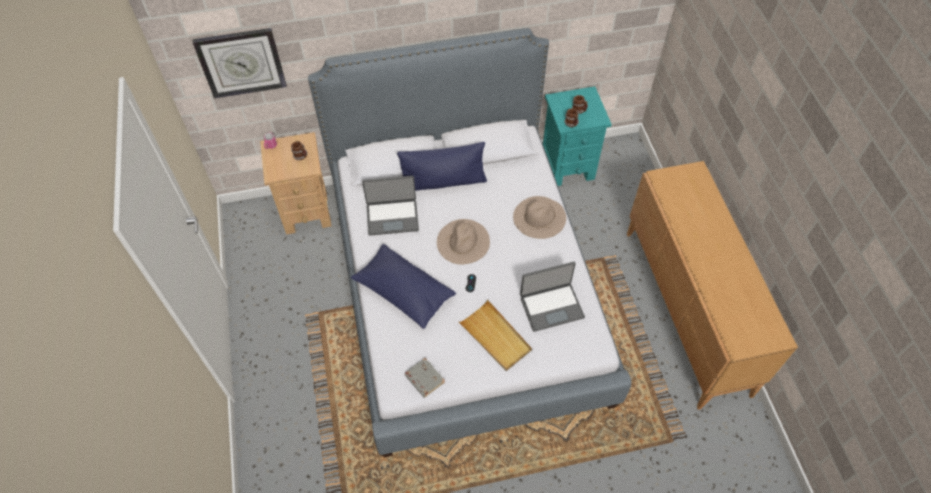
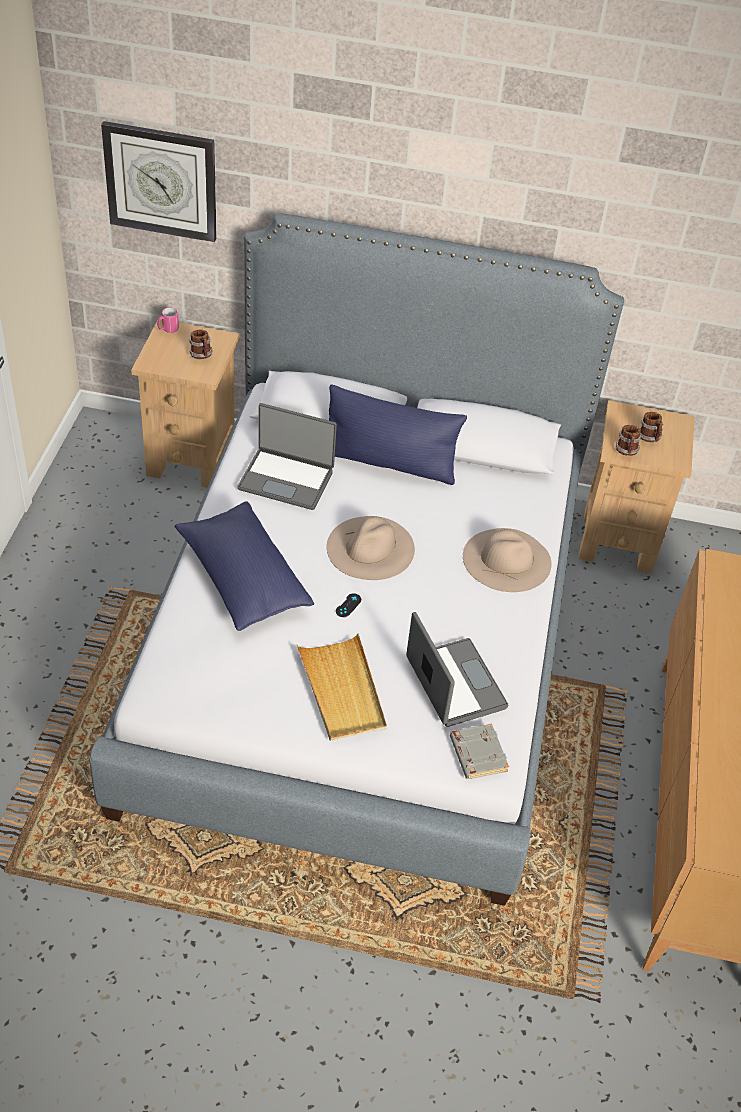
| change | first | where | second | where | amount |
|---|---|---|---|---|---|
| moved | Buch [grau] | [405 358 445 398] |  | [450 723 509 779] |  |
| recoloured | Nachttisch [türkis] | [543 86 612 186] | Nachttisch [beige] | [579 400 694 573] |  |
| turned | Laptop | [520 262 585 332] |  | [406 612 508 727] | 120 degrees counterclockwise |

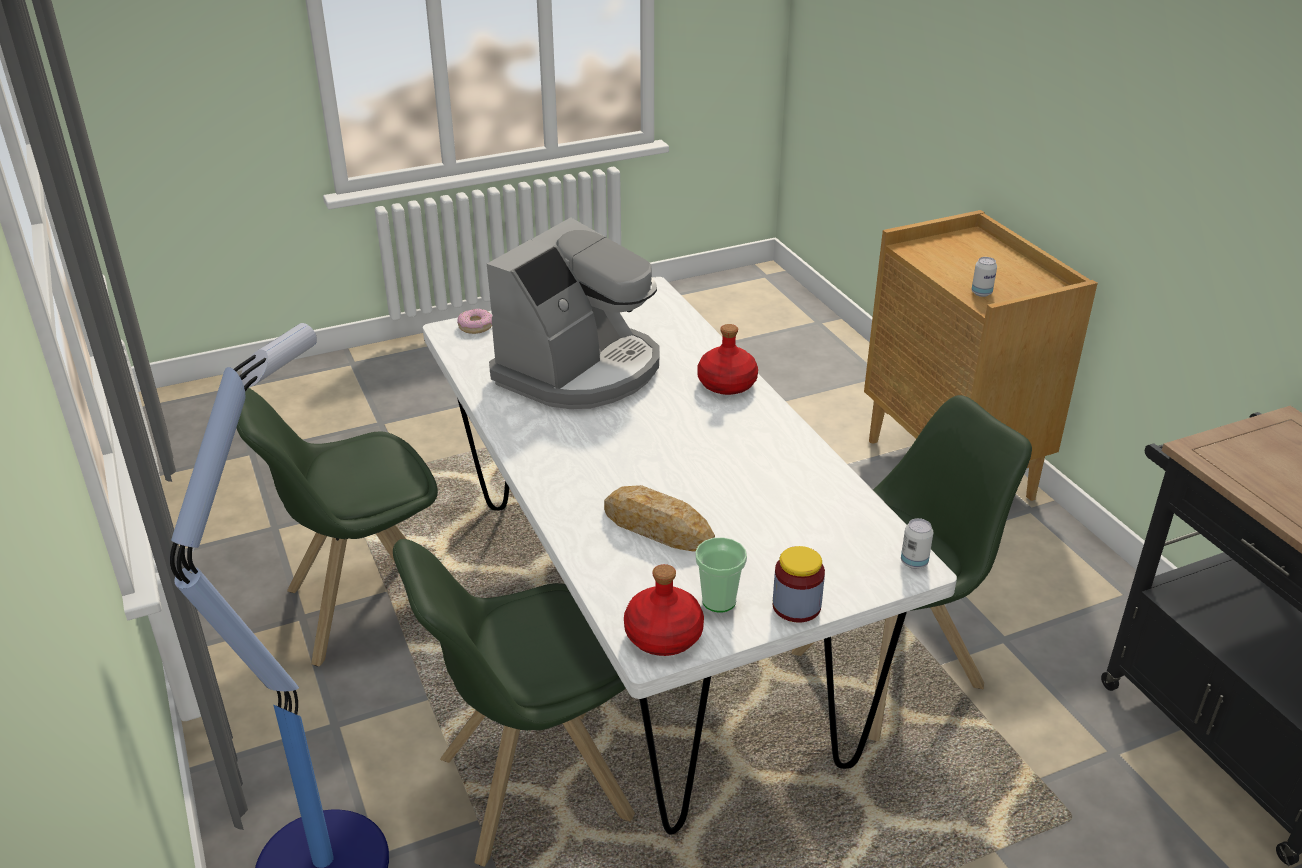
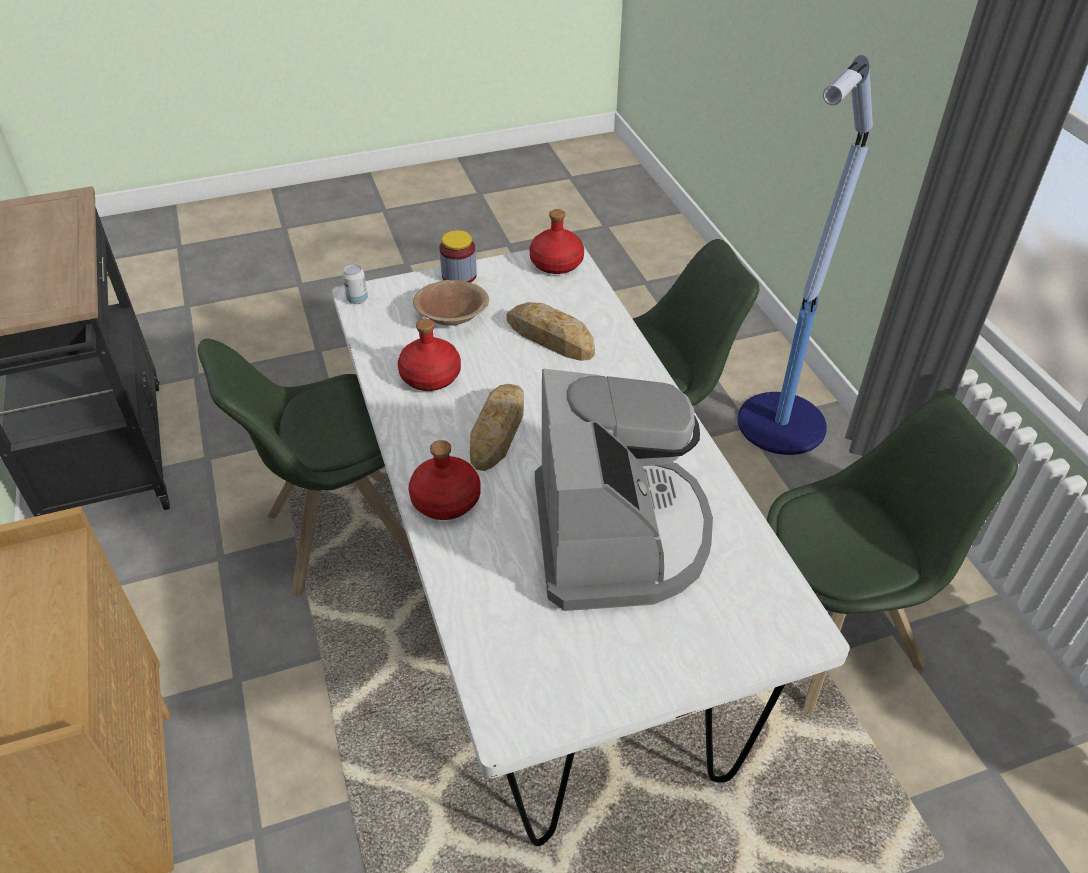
| change | first | where | second | where | amount |
|---|---|---|---|---|---|
| removed | Donut | [457 309 492 334] |  |  |  |
| removed | Tasse | [695 537 747 612] |  |  |  |
| removed | Dose | [971 257 997 297] |  |  |  |
| added |  |  | Flasche [rot] | [398 319 461 391] |  |
| added |  |  | Schüssel [braun] | [413 280 489 326] |  |
| added |  |  | Brot | [470 384 524 471] |  |
| turned | Kaffeemaschine | [487 217 660 409] |  | [535 369 713 611] | 135 degrees clockwise |

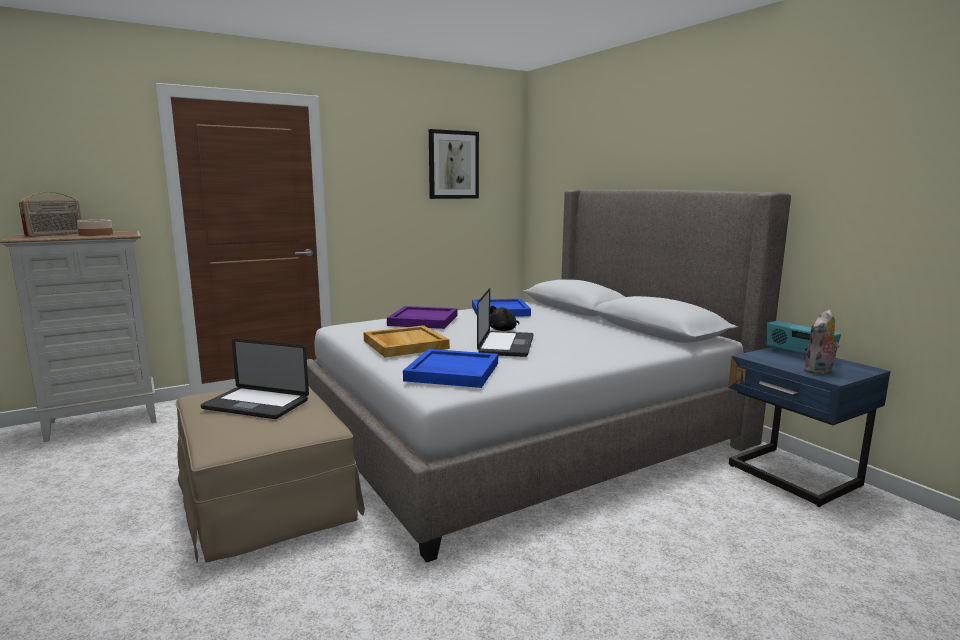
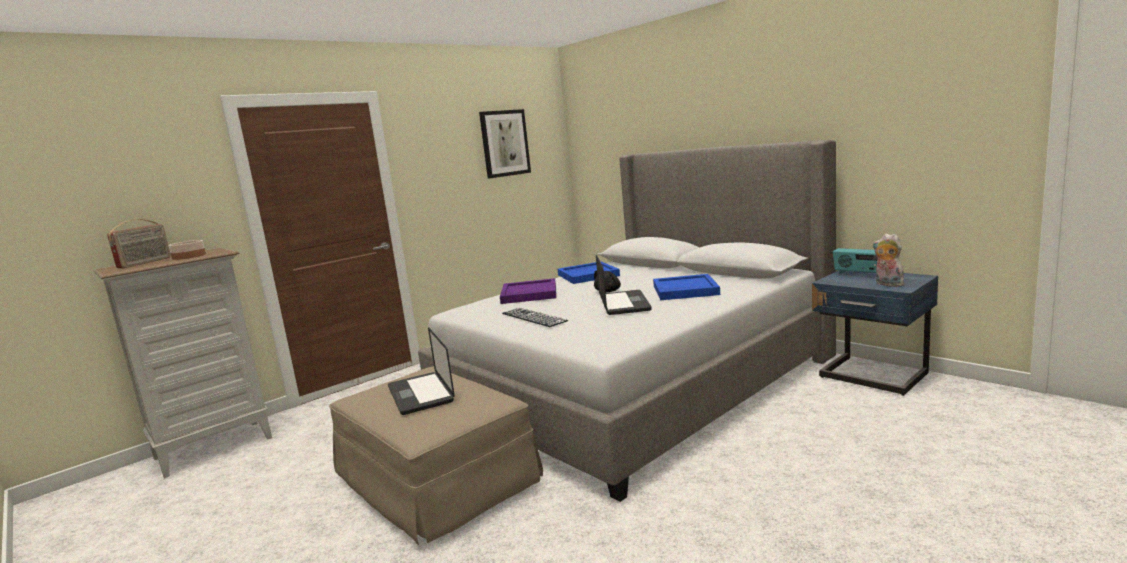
| change | first | where | second | where | amount |
|---|---|---|---|---|---|
| moved | Tablett [blau] | [403 349 498 388] |  | [653 274 720 300] |  |
| replaced | Tablett [beige] | [363 325 450 357] | Tastatur | [502 308 568 327] |  |
| turned | Laptop | [201 339 309 419] |  | [388 327 455 415] | 60 degrees clockwise |
| turned | Plüschtier | [803 310 839 374] |  | [873 234 904 287] | 105 degrees clockwise |

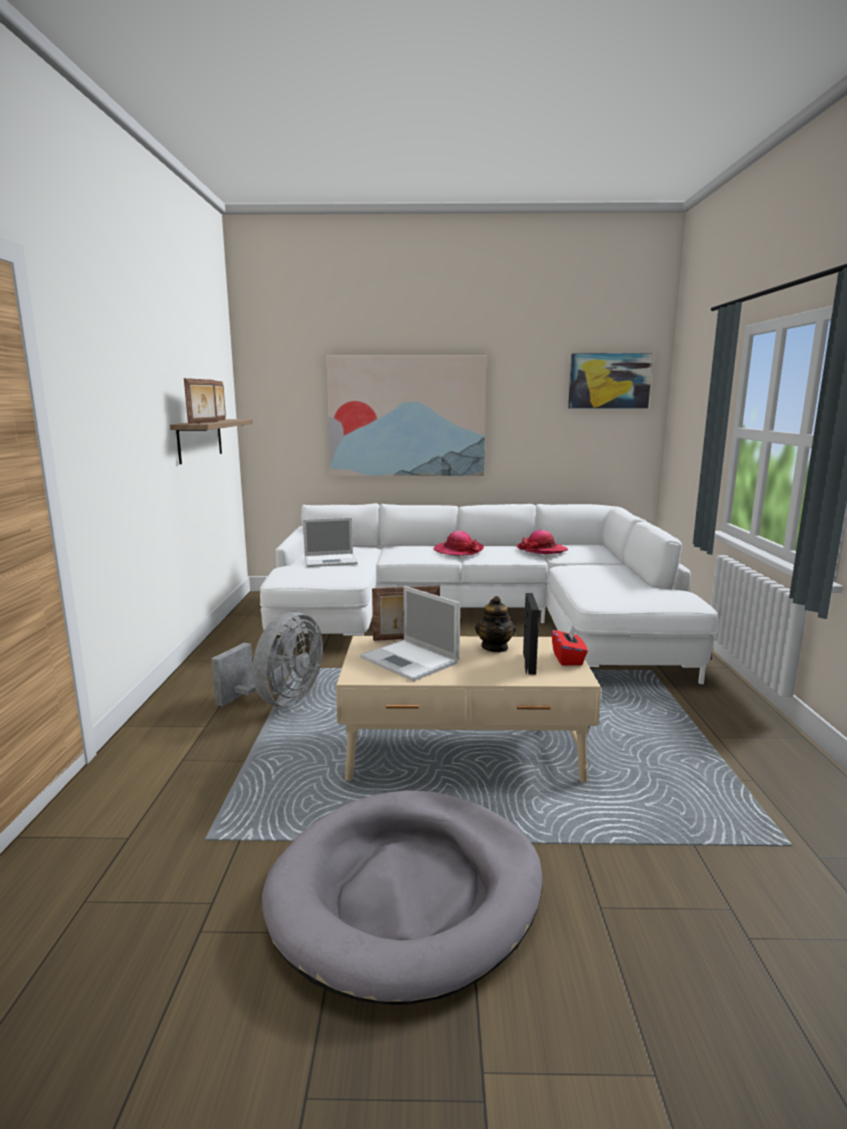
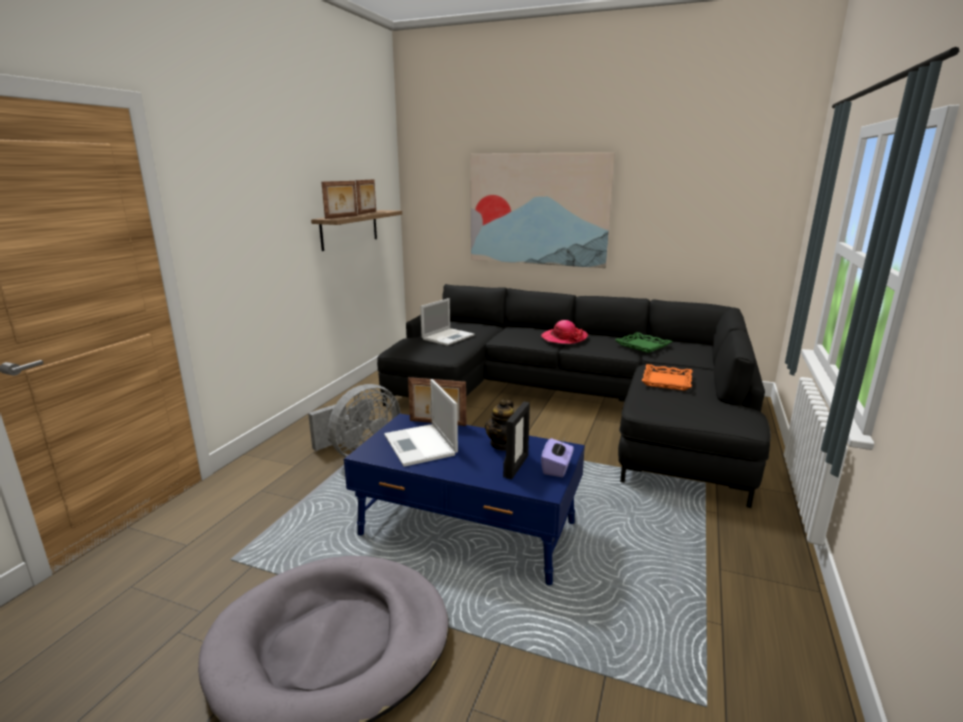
| change | first | where | second | where | amount |
|---|---|---|---|---|---|
| removed | Bild | [568 353 653 409] |  |  |  |
| added |  |  | Tablett [orange] | [642 364 692 391] |  |
| replaced | Hut | [516 530 568 554] | Tablett [grün] | [615 332 673 353] |  |
| recoloured | Sofa [weiß] | [260 503 718 684] | Sofa [schwarz] | [377 284 771 508] |  |
| recoloured | Couchtisch [beige] | [336 636 601 783] | Couchtisch [blau] | [344 414 585 585] |  |
| recoloured | Taschentuchbox [rot] | [552 626 588 665] | Taschentuchbox [lila] | [541 438 574 477] |  |
| turned | Laptop | [303 517 358 567] |  | [420 298 475 346] | 60 degrees counterclockwise |

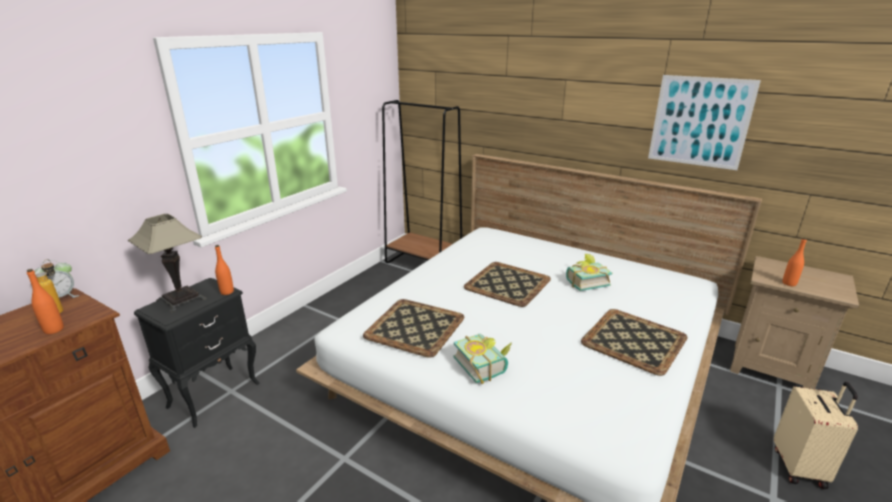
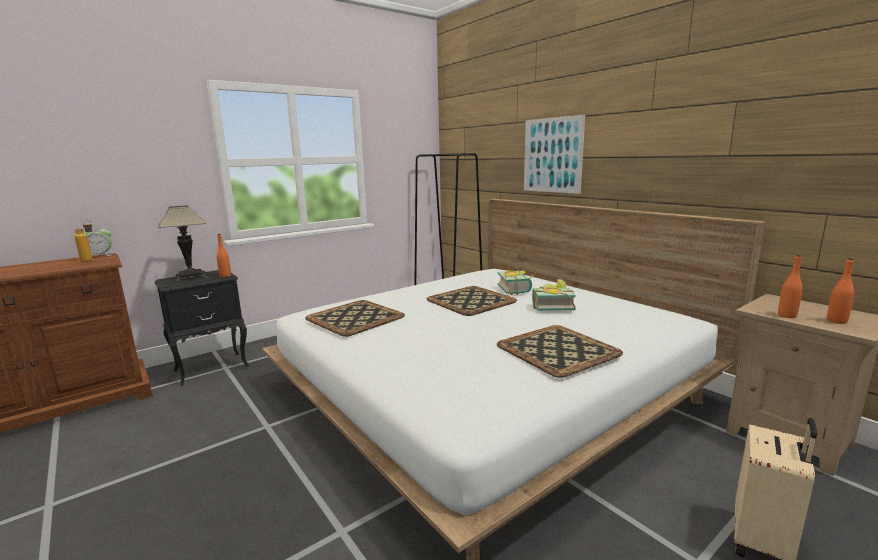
| change | first | where | second | where | amount |
|---|---|---|---|---|---|
| moved | Flasche [orange] | [27 269 64 334] |  | [827 258 855 324] |  |
| moved | Buch | [454 334 513 384] |  | [498 270 539 295] |  |
| moved | Bild | [648 75 761 170] |  | [524 115 585 194] |  |

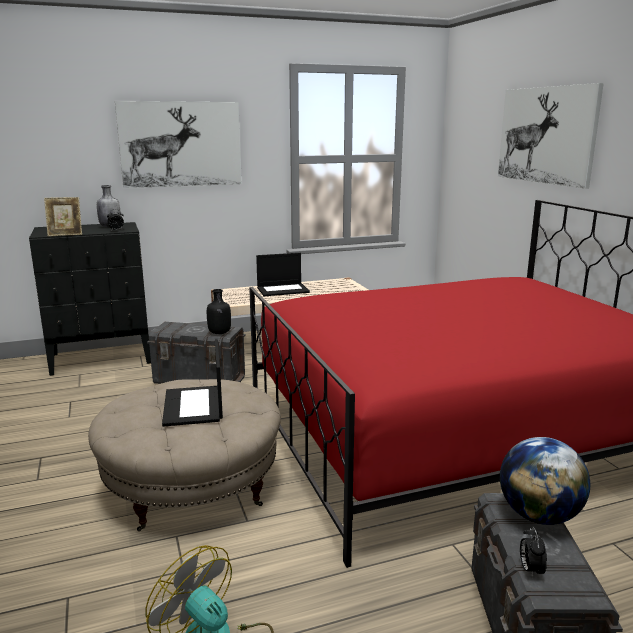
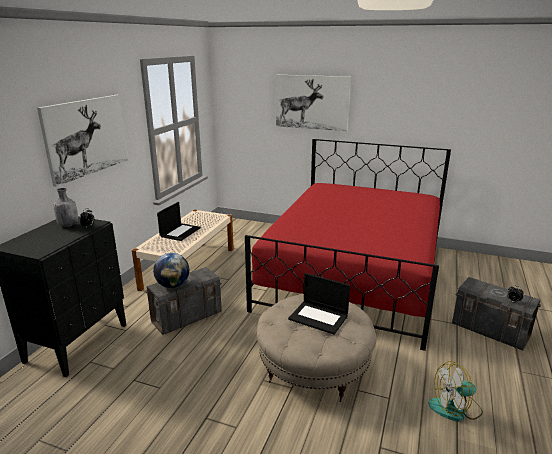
| change | first | where | second | where | amount |
|---|---|---|---|---|---|
| removed | Bilderrahmen | [44 197 82 236] |  |  |  |
| removed | Flasche [schwarz] | [207 289 231 334] |  |  |  |
| moved | Globus | [500 437 590 525] |  | [153 253 189 288] |  |

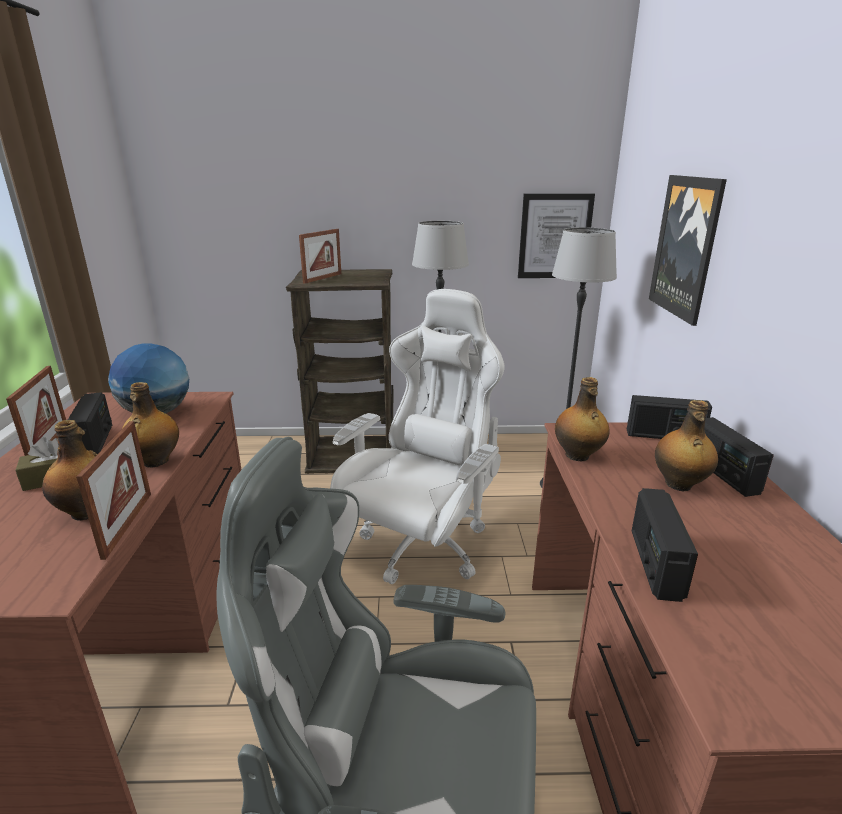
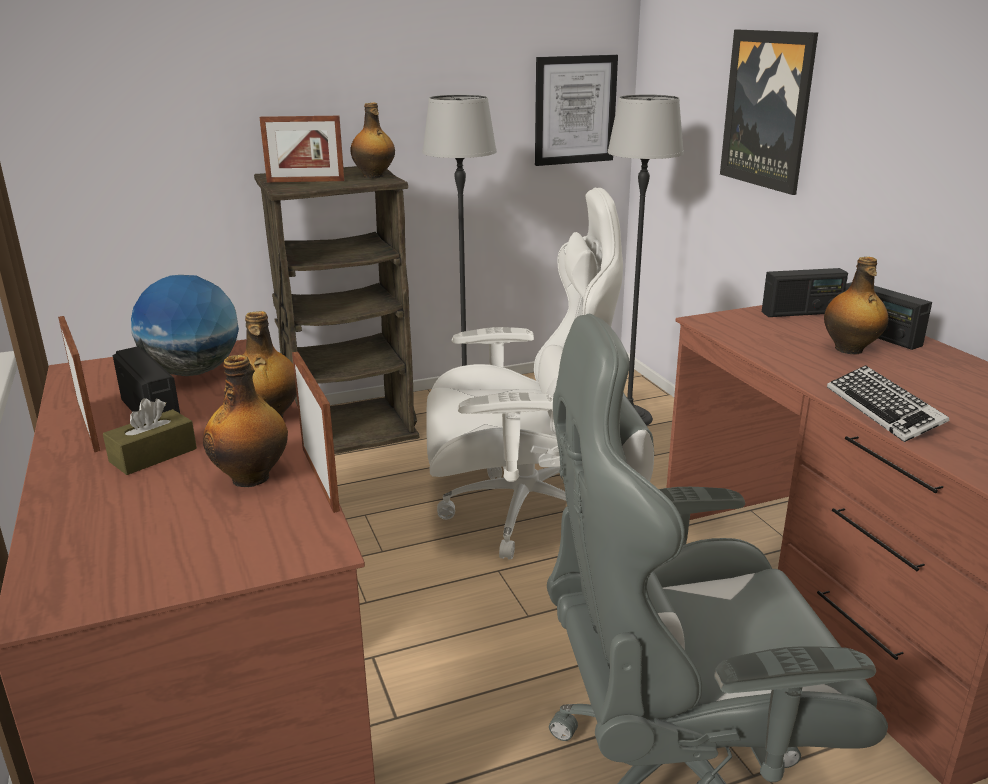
| change | first | where | second | where | amount |
|---|---|---|---|---|---|
| moved | Flasche | [555 377 610 461] |  | [351 103 395 178] |  |
| replaced | Radio | [632 488 698 602] | Tastatur | [827 365 949 442] |  |
| turned | Bilderrahmen | [299 229 341 284] |  | [259 116 344 182] | 75 degrees clockwise |
| turned | Bürostuhl [weiß] | [330 289 505 584] |  | [426 188 623 560] | 75 degrees clockwise |

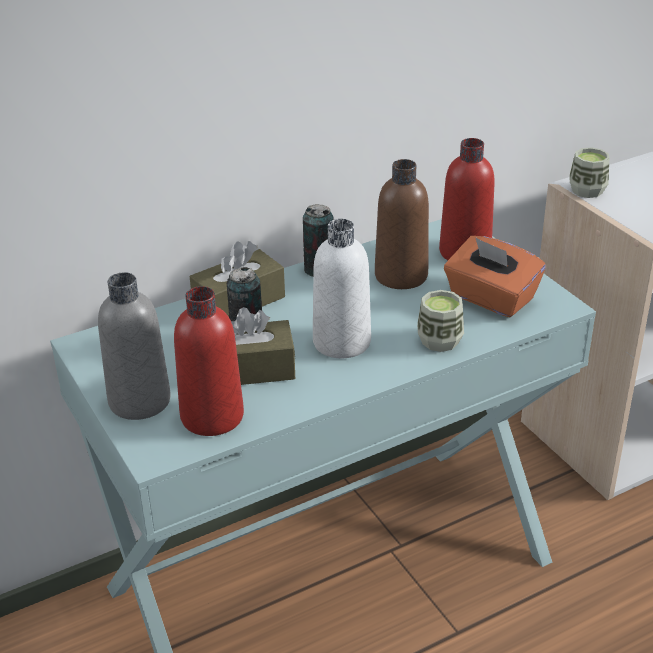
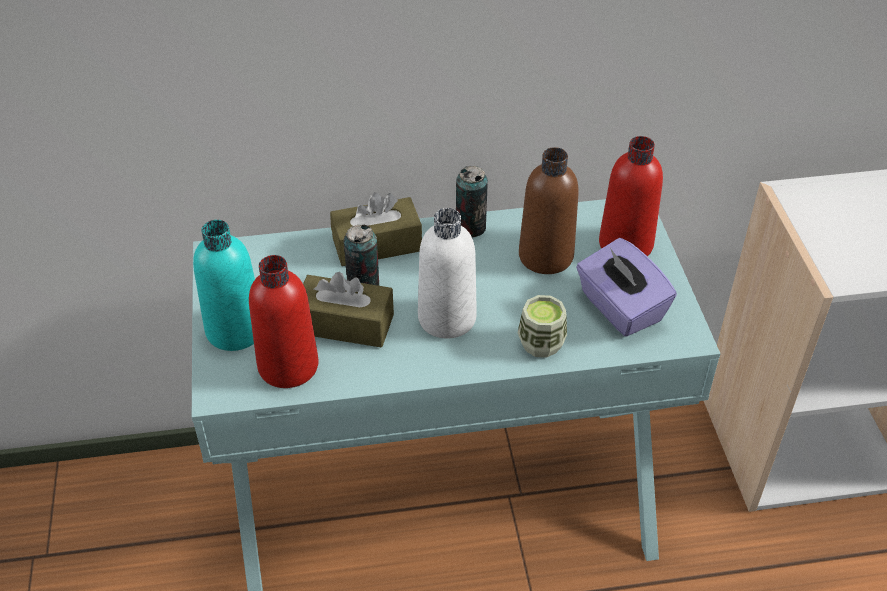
| change | first | where | second | where | amount |
|---|---|---|---|---|---|
| removed | Tasse | [569 147 609 198] |  |  |  |
| recoloured | Flasche [grau] | [98 272 171 420] | Flasche [türkis] | [193 220 255 351] |  |
| recoloured | Taschentuchbox [orange] | [444 236 546 318] | Taschentuchbox [lila] | [576 238 677 337] |  |

